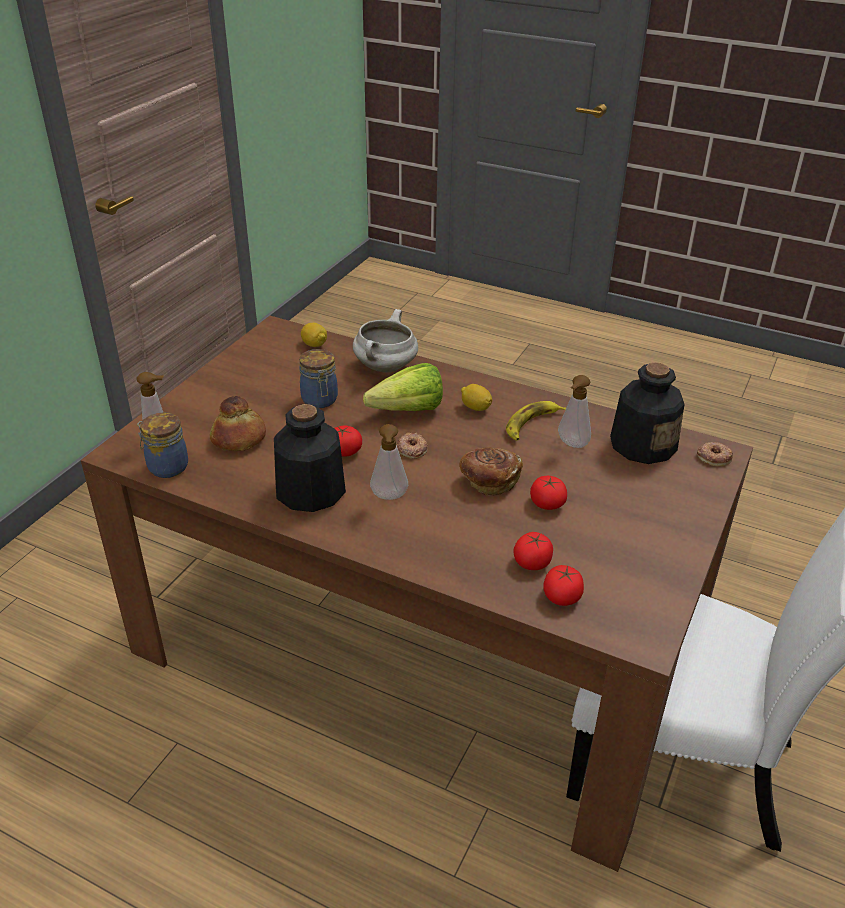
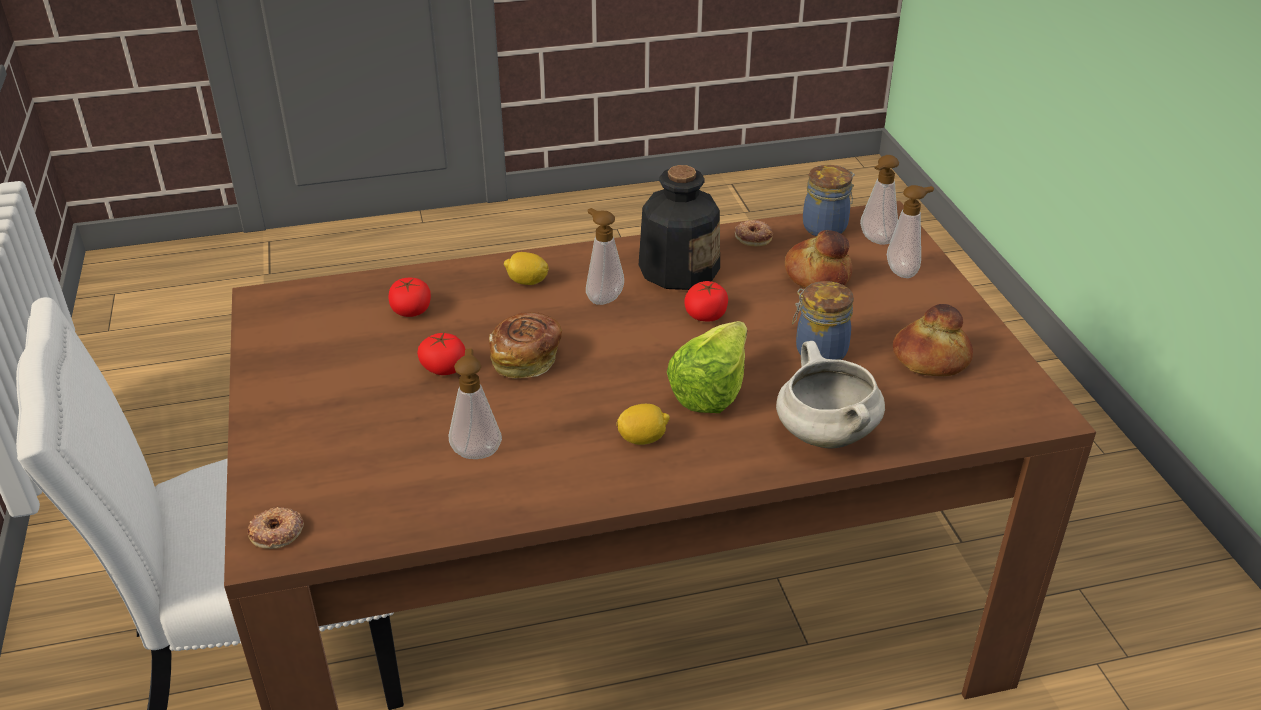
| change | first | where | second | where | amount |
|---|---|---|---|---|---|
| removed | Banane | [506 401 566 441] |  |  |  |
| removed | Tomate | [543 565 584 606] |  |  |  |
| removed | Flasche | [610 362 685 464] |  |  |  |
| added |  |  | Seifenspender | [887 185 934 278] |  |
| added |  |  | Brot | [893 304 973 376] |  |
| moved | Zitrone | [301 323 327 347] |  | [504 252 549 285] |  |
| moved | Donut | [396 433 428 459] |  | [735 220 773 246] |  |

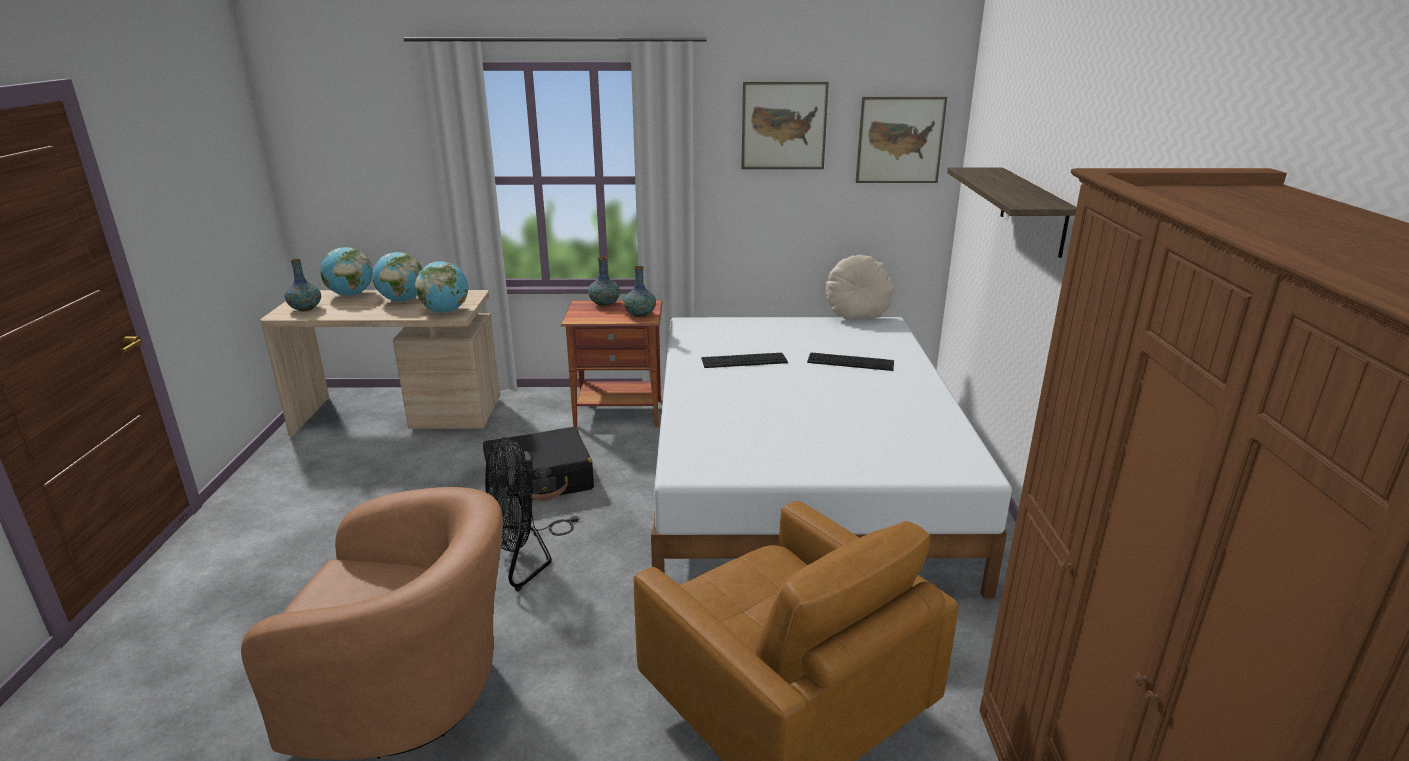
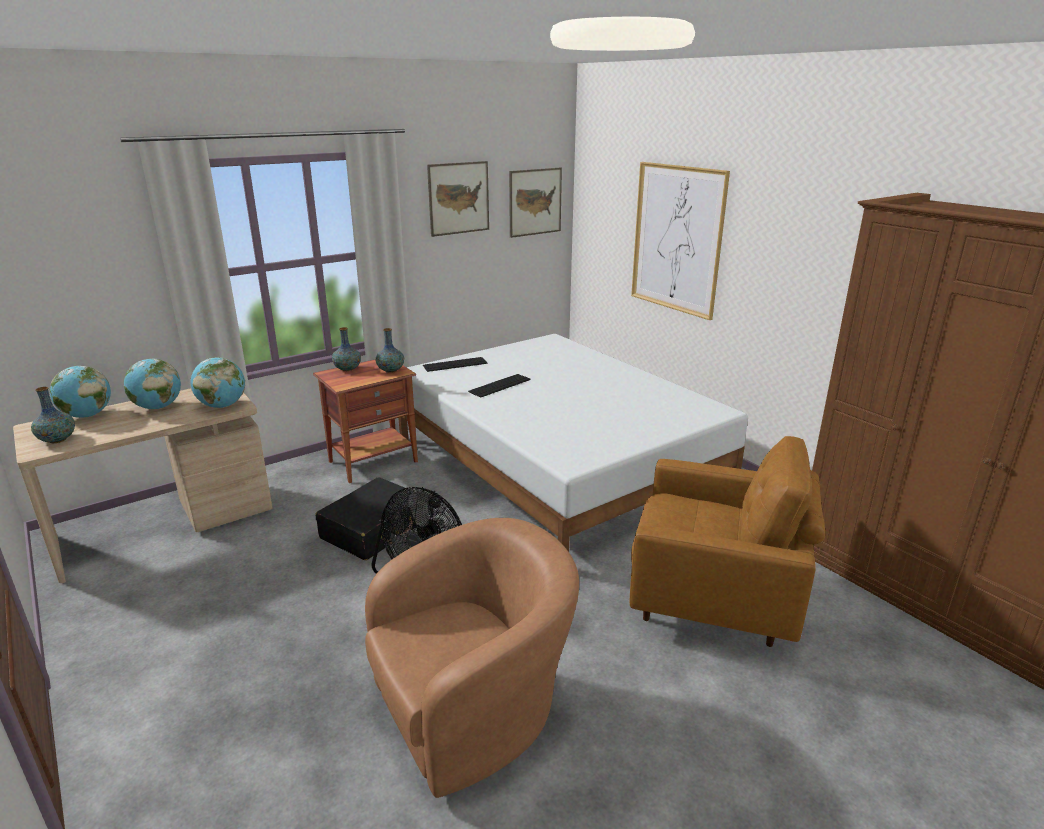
| change | first | where | second | where | amount |
|---|---|---|---|---|---|
| removed | Kissen [beige] | [826 255 894 320] |  |  |  |
| moved | Tastatur | [807 353 894 371] |  | [423 357 488 372] |  |
| replaced | Wandregal | [947 167 1077 258] | Bild | [631 162 730 320] |  |

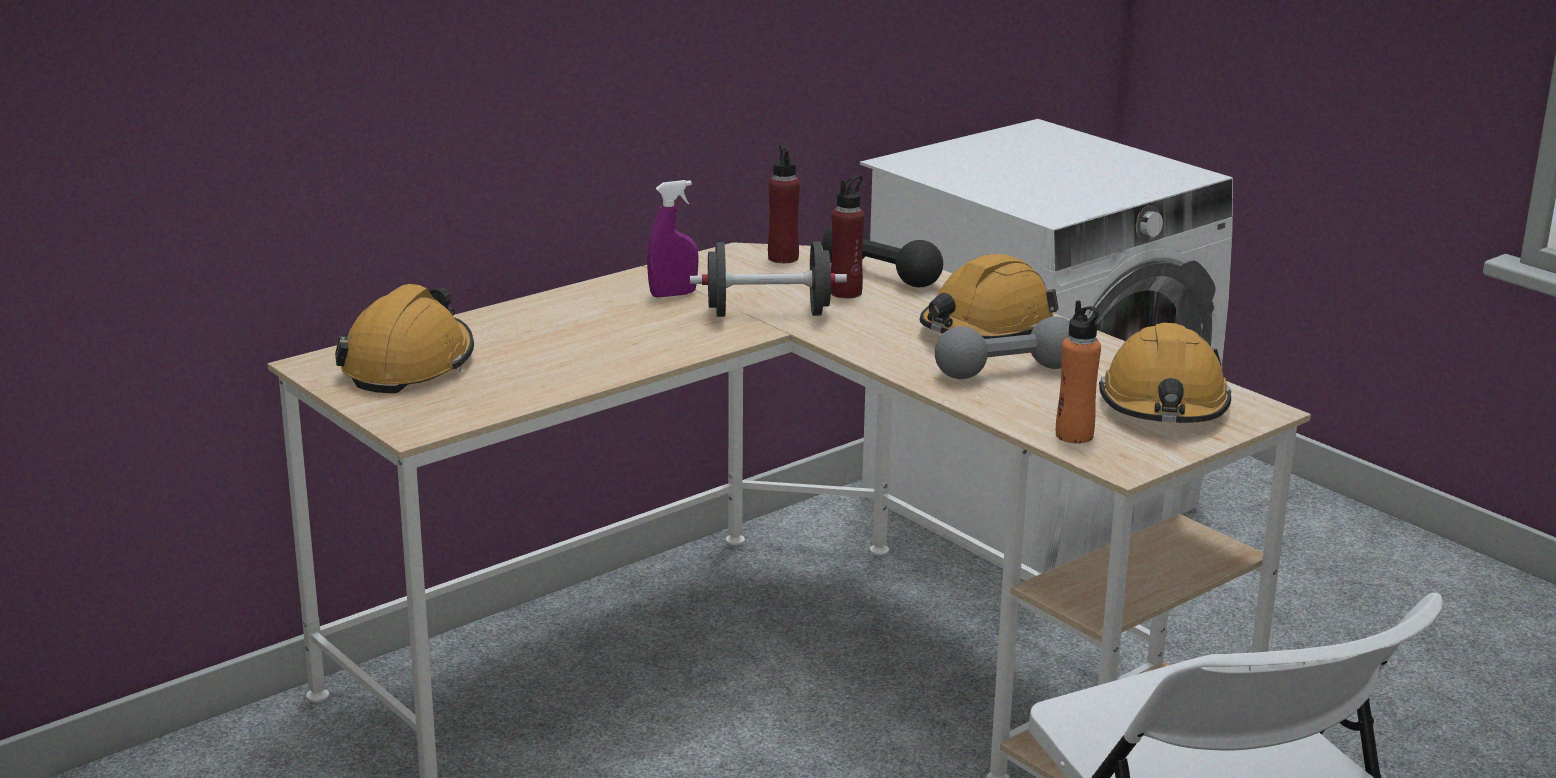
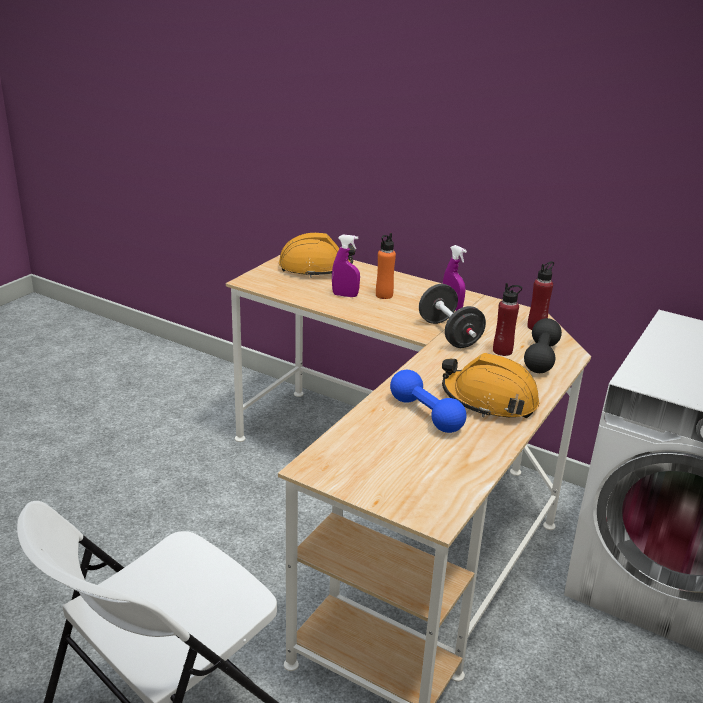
| change | first | where | second | where | amount |
|---|---|---|---|---|---|
| removed | Schutzhelm [orange] | [1099 323 1231 423] |  |  |  |
| added |  |  | Sprühflasche [lila] | [332 235 360 297] |  |
| moved | Flasche [orange] | [1056 300 1101 443] |  | [376 233 396 299] |  |
| recoloured | Hantel [grau] | [935 317 1070 379] | Hantel [blau] | [390 370 467 433] |  |

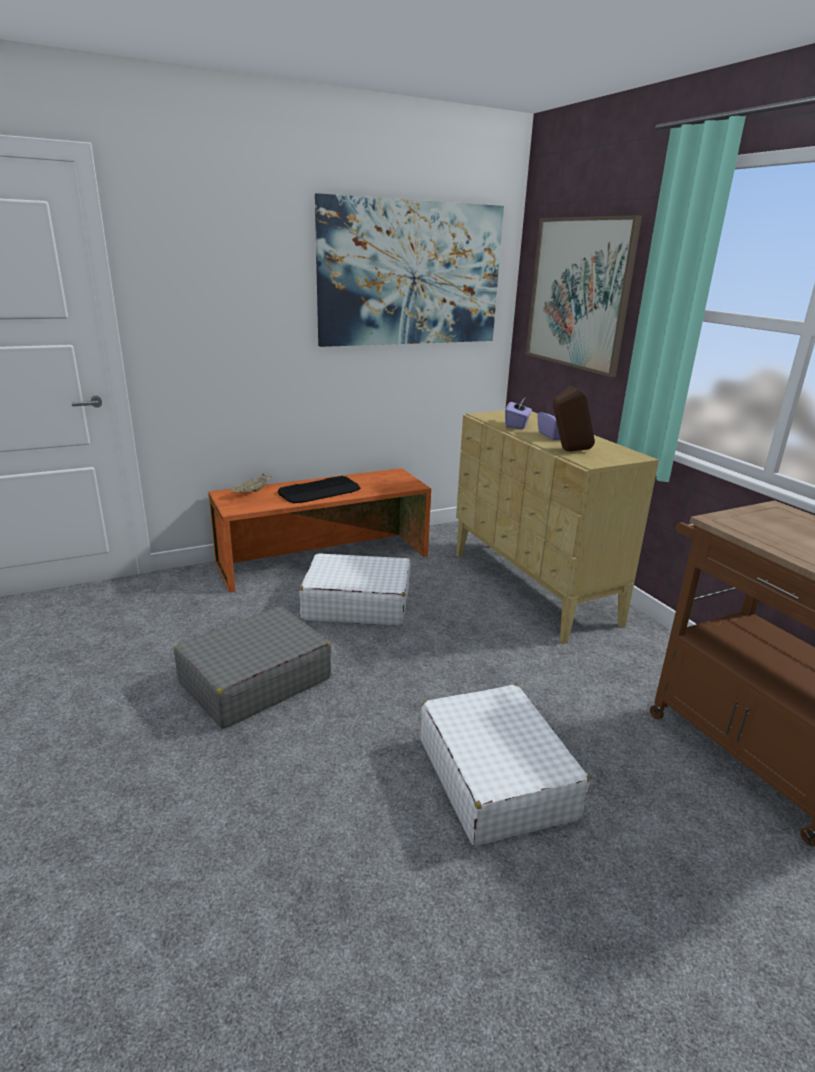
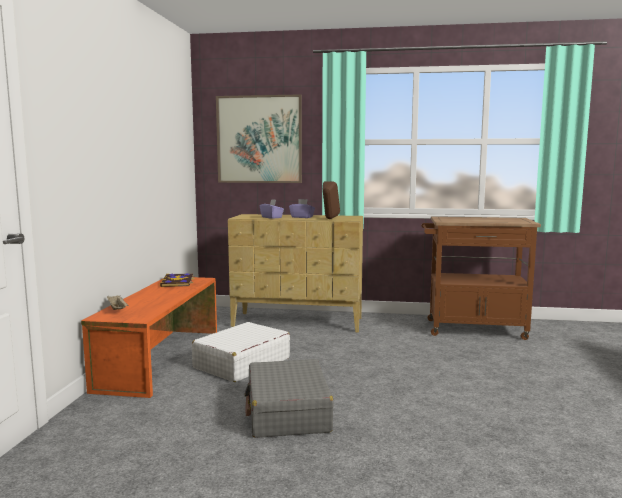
| change | first | where | second | where | amount |
|---|---|---|---|---|---|
| removed | Tastatur | [278 476 361 503] |  |  |  |
| removed | Bild | [315 193 504 347] |  |  |  |
| removed | Koffer [weiß] | [420 685 590 846] |  |  |  |
| added |  |  | Buch | [160 273 195 287] |  |

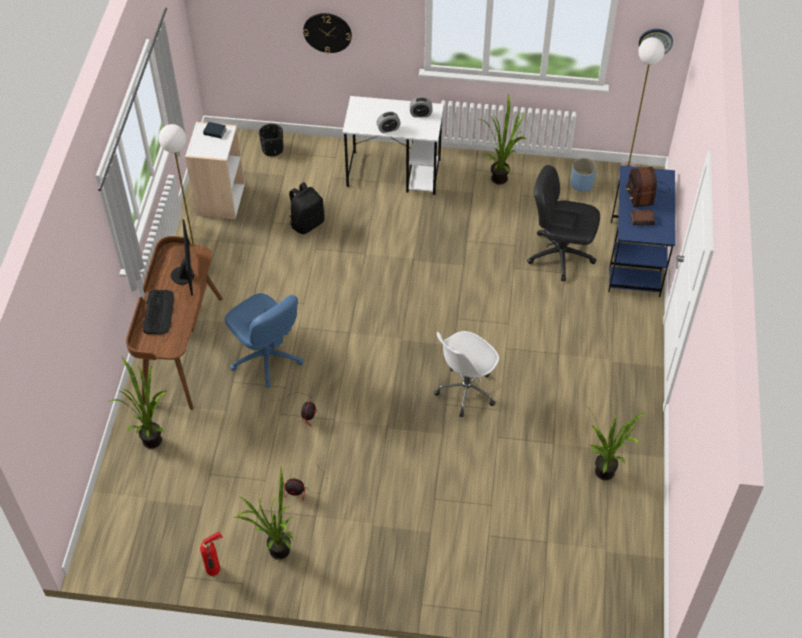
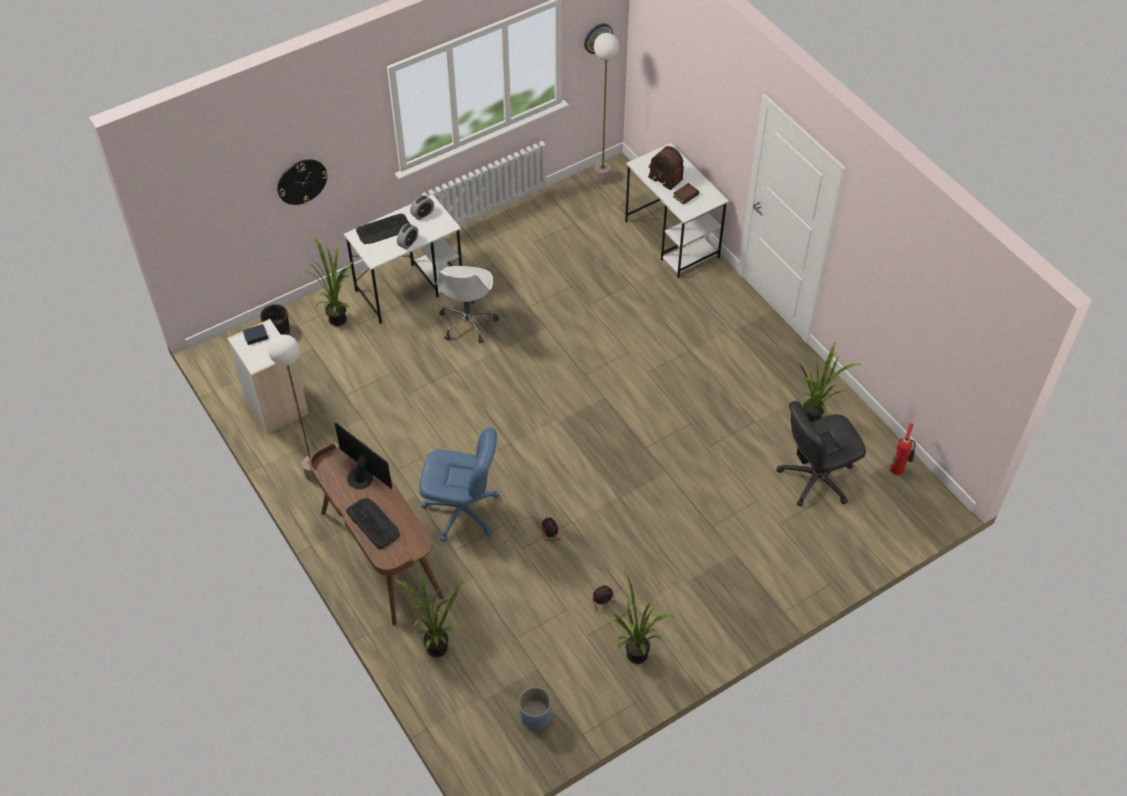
| change | first | where | second | where | amount |
|---|---|---|---|---|---|
| removed | Rucksack [schwarz] | [289 182 325 234] |  |  |  |
| added |  |  | Tastatur | [356 213 410 244] |  |
| moved | Feuerlöscher | [200 531 223 576] |  | [890 423 916 475] |  |
| moved | Bürostuhl [weiß] | [434 331 499 417] |  | [436 266 499 343] |  |
| moved | Topfpflanze | [479 93 527 185] |  | [300 233 354 326] |  |
| moved | Bürostuhl [schwarz] | [527 165 600 281] |  | [777 401 866 507] |  |
| moved | Pflanzkübel [blau] | [571 158 597 192] |  | [519 687 551 730] |  |
| recoloured | Schreibtisch [blau] | [608 165 675 297] | Schreibtisch [weiß] | [625 143 729 278] |  |

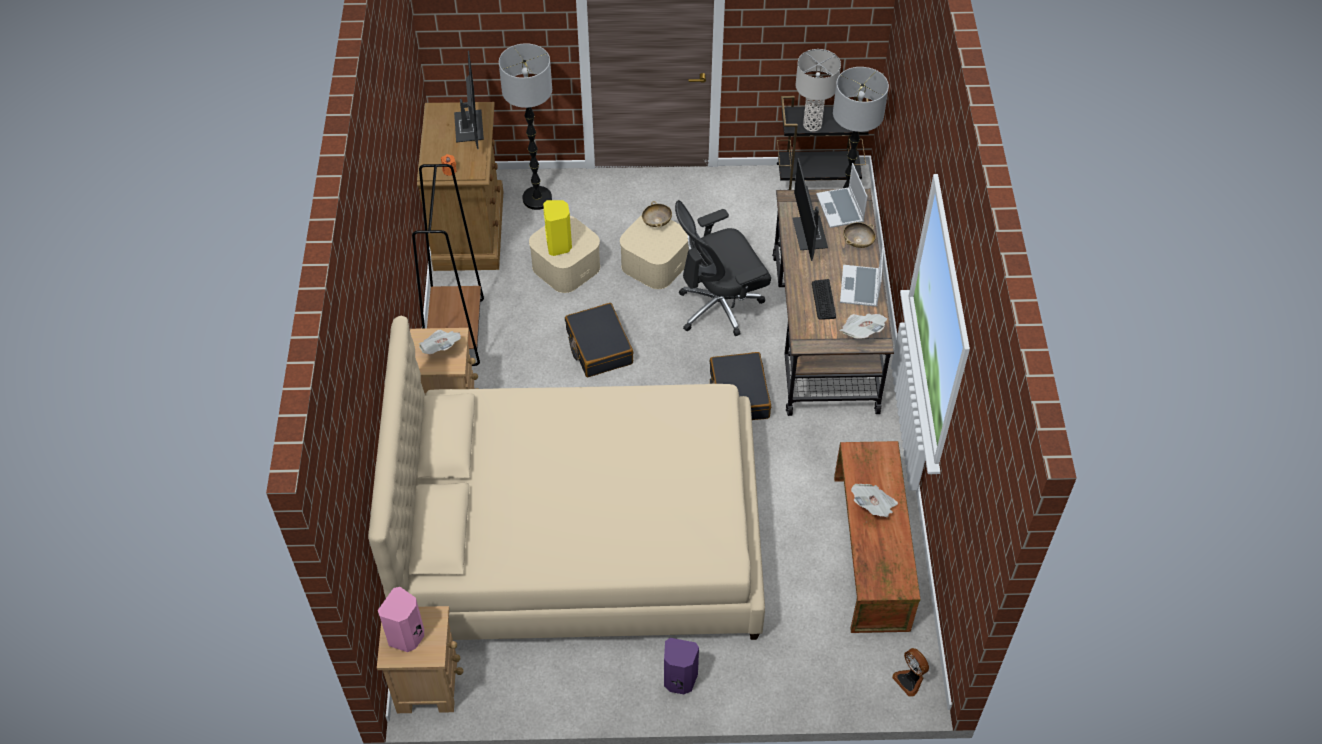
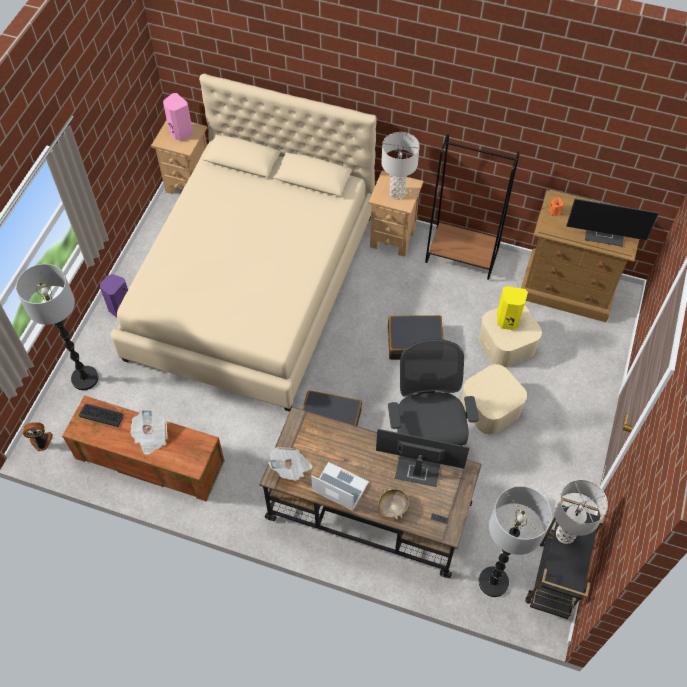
| change | first | where | second | where | amount |
|---|---|---|---|---|---|
| removed | Schüssel [beige] | [642 201 672 227] |  |  |  |
| removed | Laptop | [816 163 868 228] |  |  |  |
| moved | Stehlampe | [499 43 552 210] |  | [16 264 99 390] |  |
| moved | Tastatur | [812 279 836 320] |  | [79 404 124 427] |  |
| replaced | Zeitung | [419 330 461 354] | Tischlampe [weiß] | [381 132 420 200] |  |

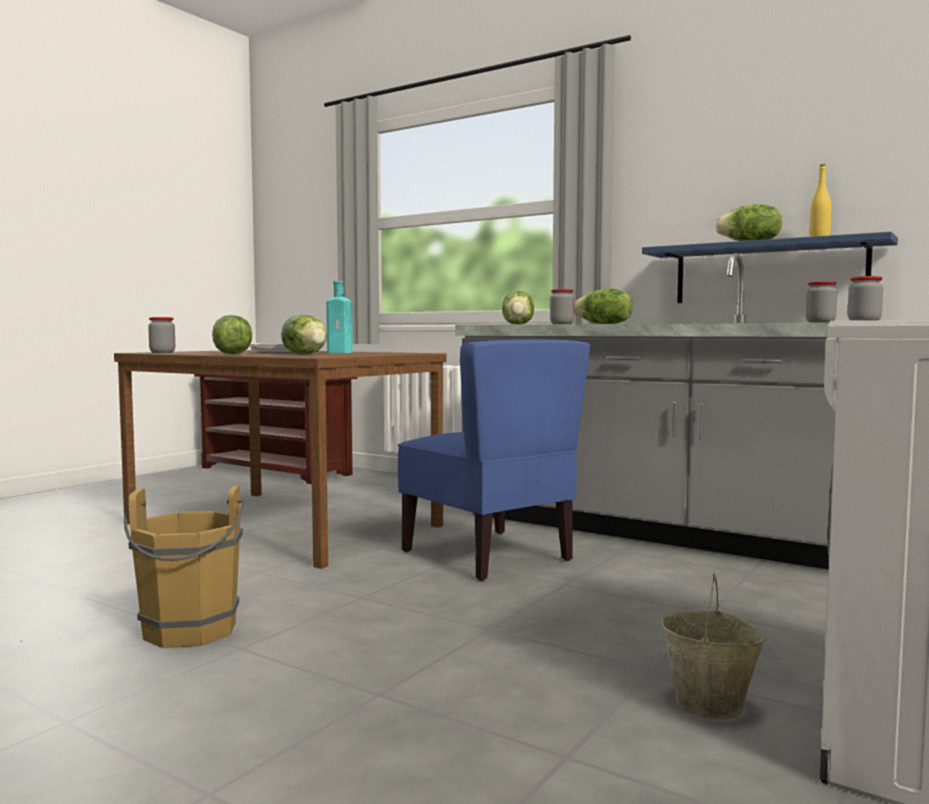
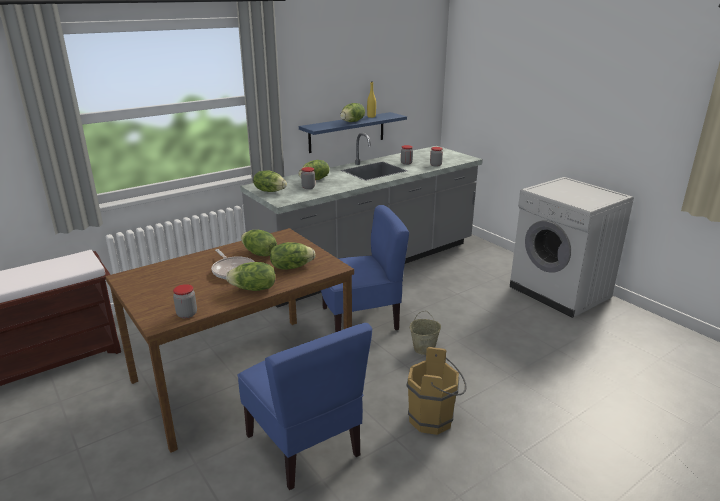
| change | first | where | second | where | amount |
|---|---|---|---|---|---|
| added |  |  | Stuhl [blau] | [237 323 372 490] |  |
| moved | Eimer [beige] | [661 573 766 719] |  | [410 311 441 355] |  |
| replaced | Flasche [türkis] | [326 281 353 353] | Salatkopf | [241 230 277 256] |  |

